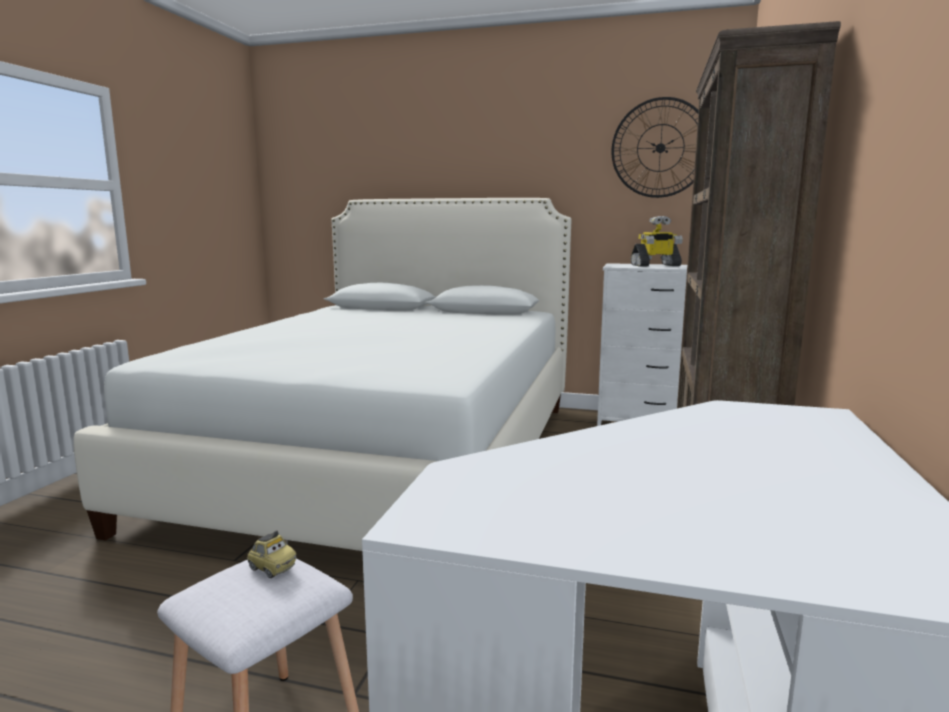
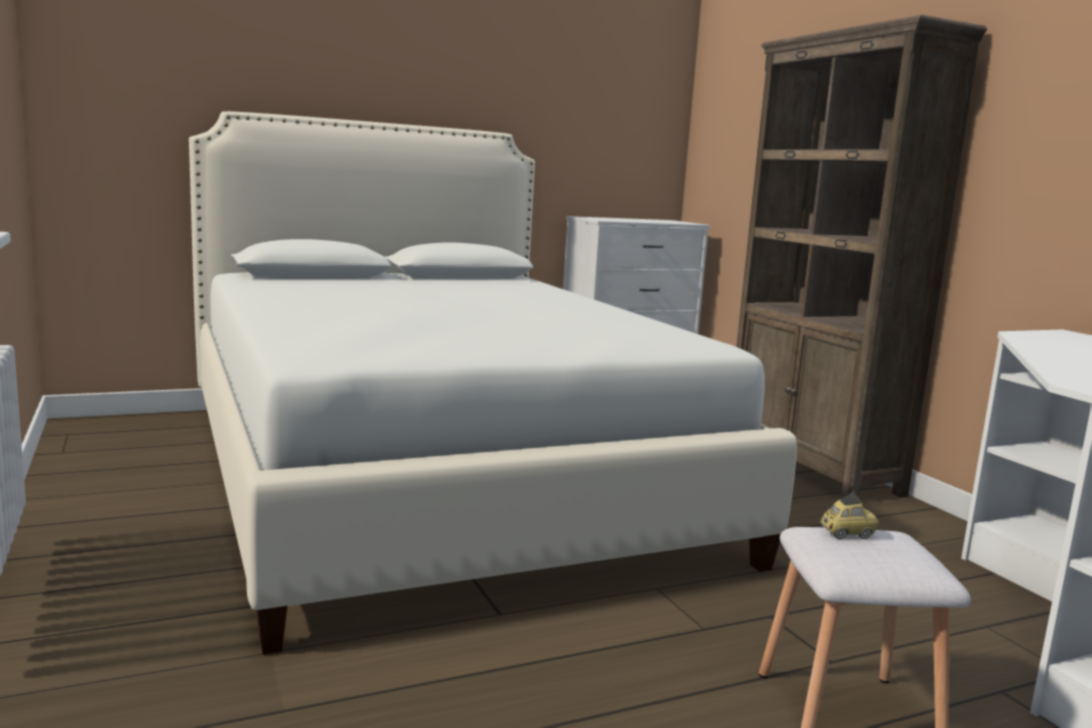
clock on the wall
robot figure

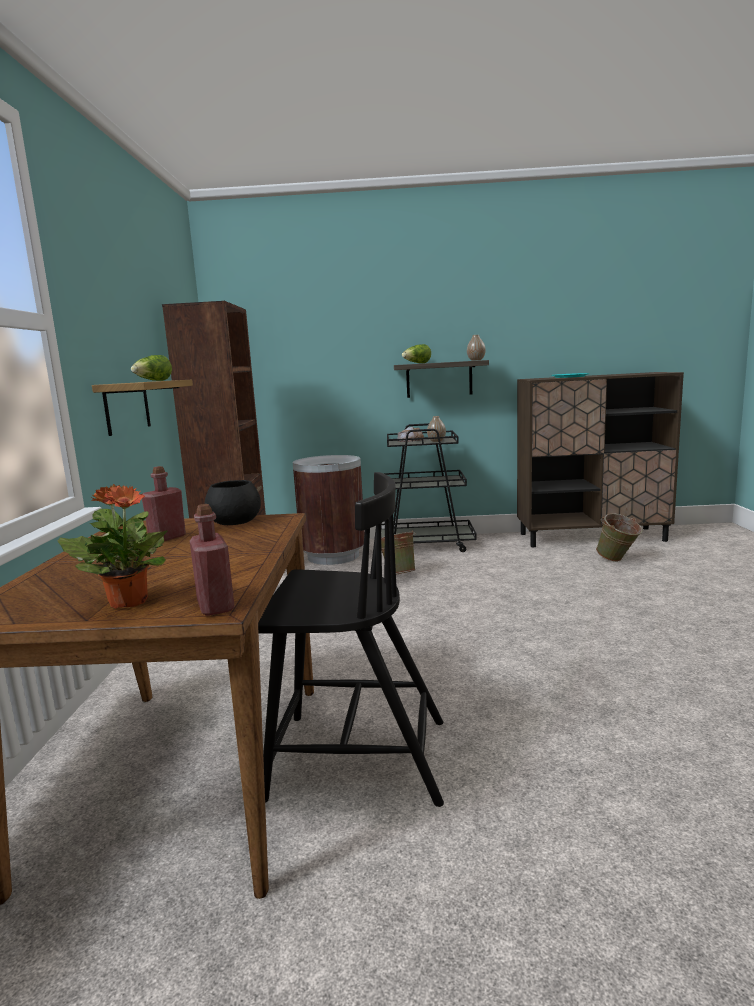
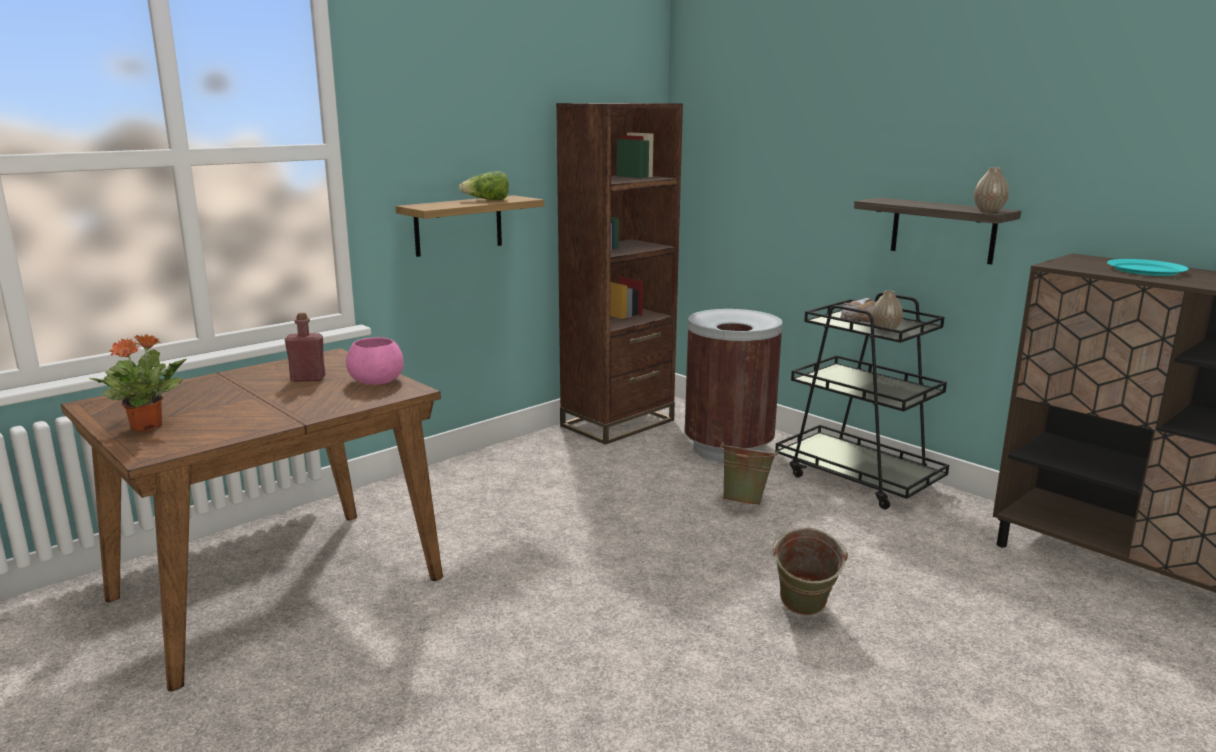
pink-coloured serving bowl
green pail (2nd from left)
red-coloured drink bottle (2nd from left in the first image)
black upright chair
lettuce (2nd from left in the first image)

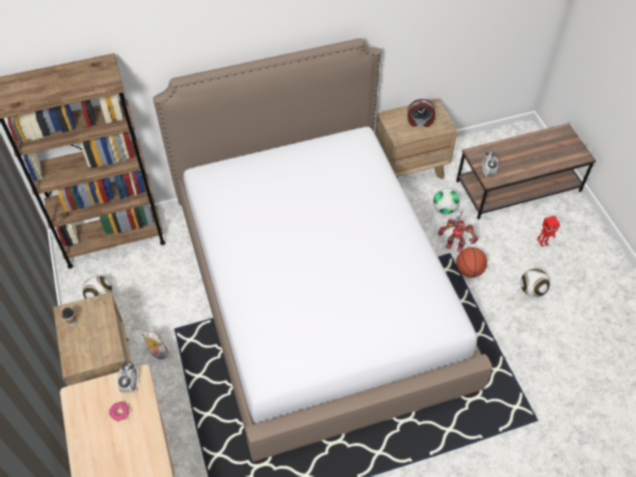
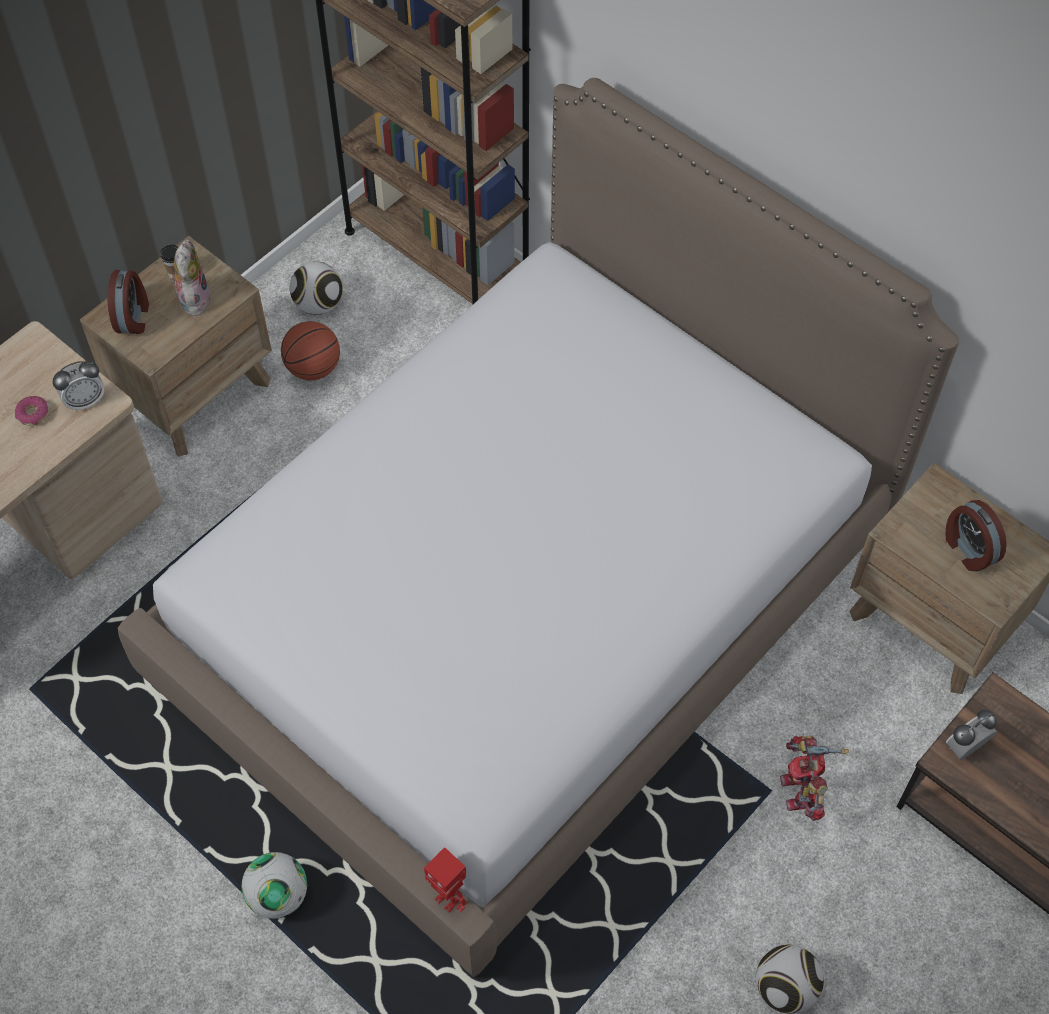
bedside clock (2nd from left)
cuddly toy
ball for football (1st from left)
ball for basketball
robot figure (1st from left)

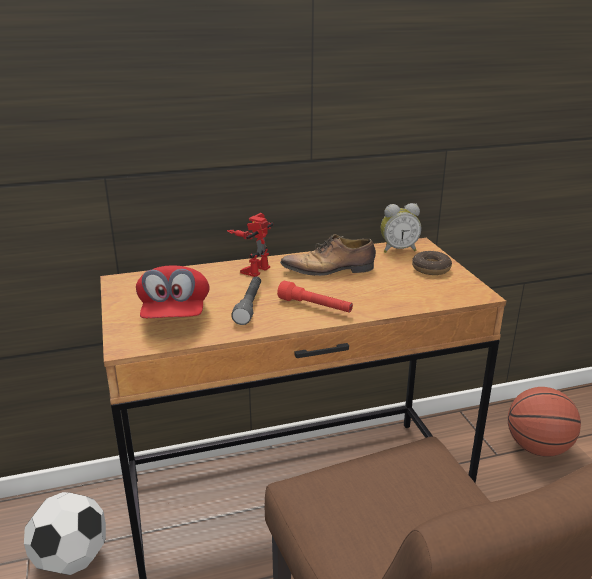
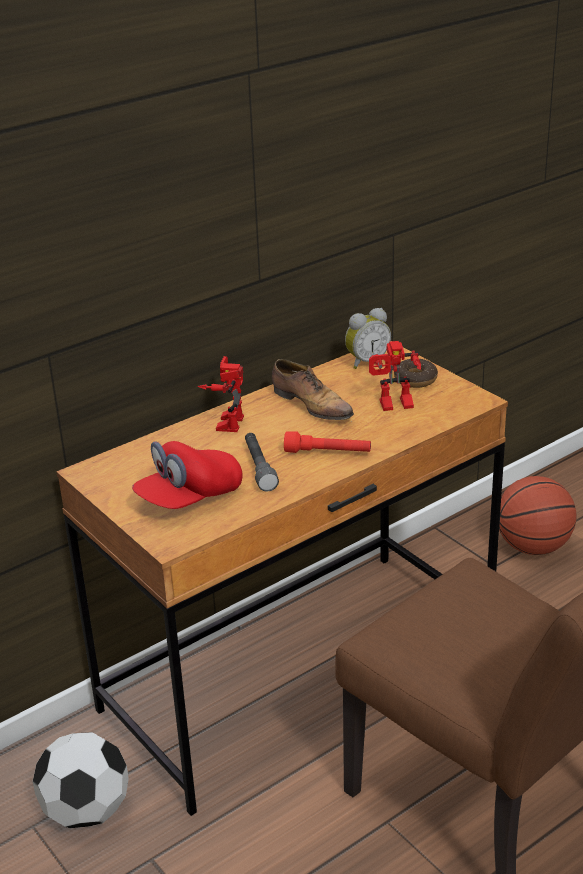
red-coloured baseball cap
low shoe
robot figure (2nd from left)

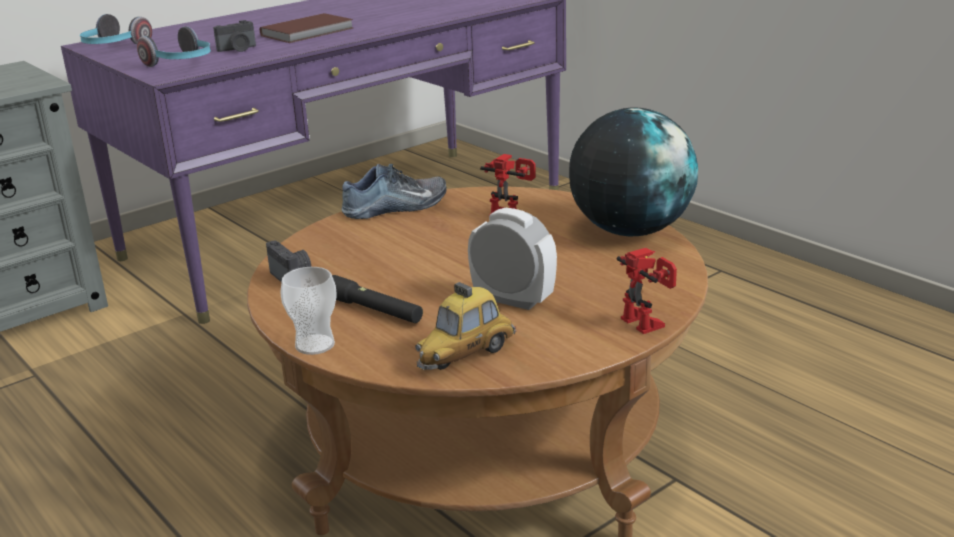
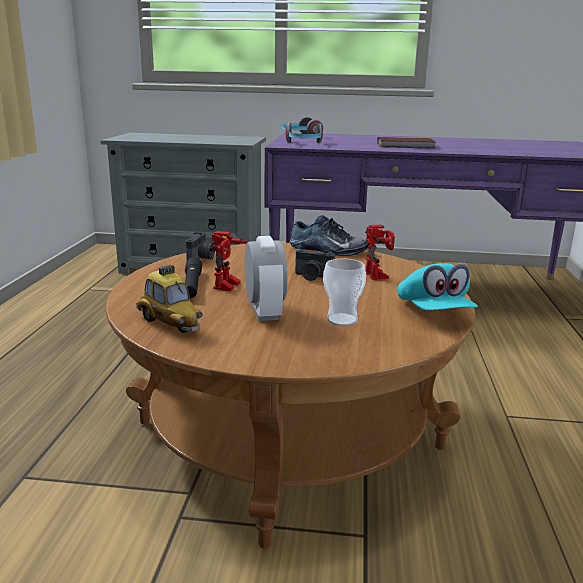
toy car
robot figure (1st from left)
photo camera (2nd from left)
small cup
turquoise baseball cap

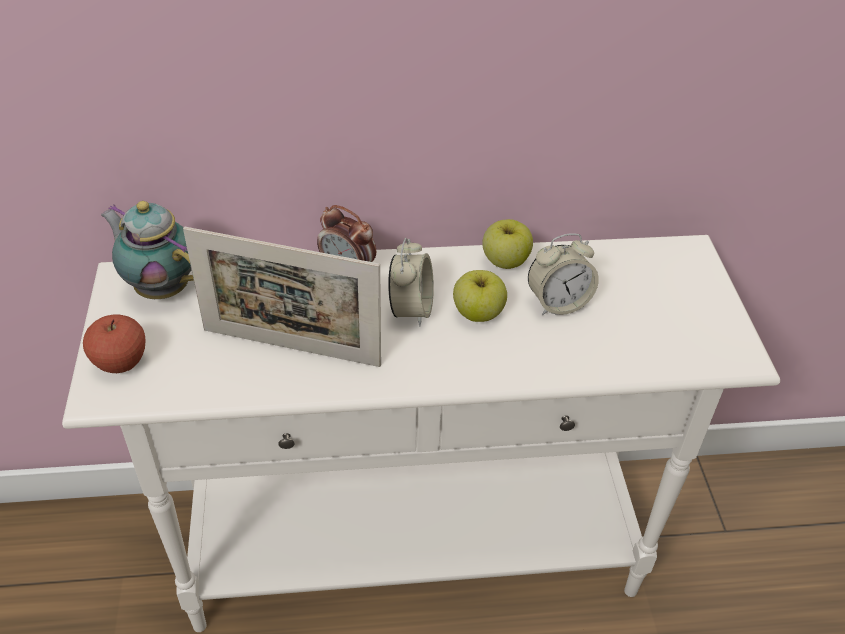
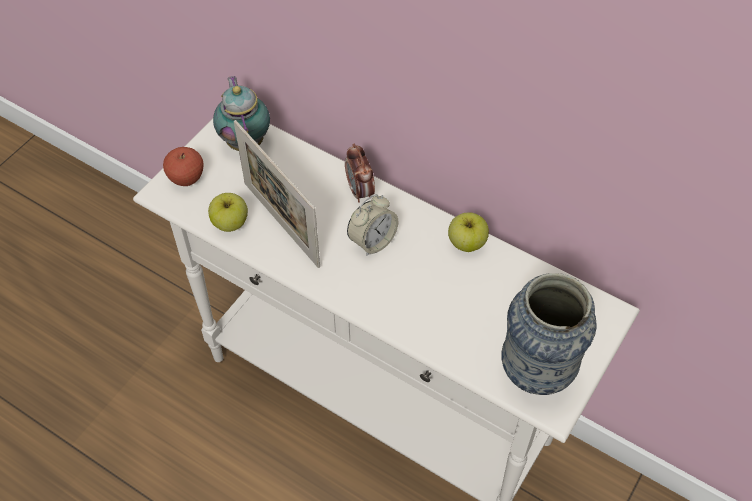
whole apple (2nd from left)
flower vase
bedside clock (3rd from left in the first image)

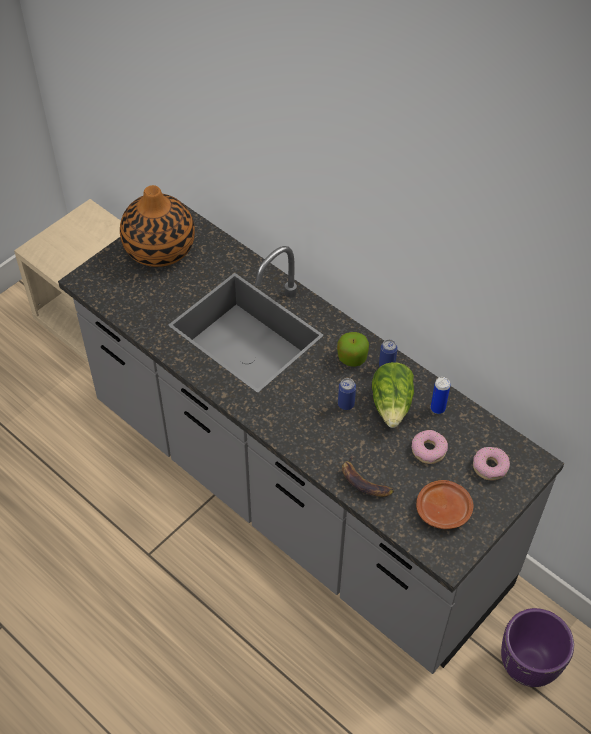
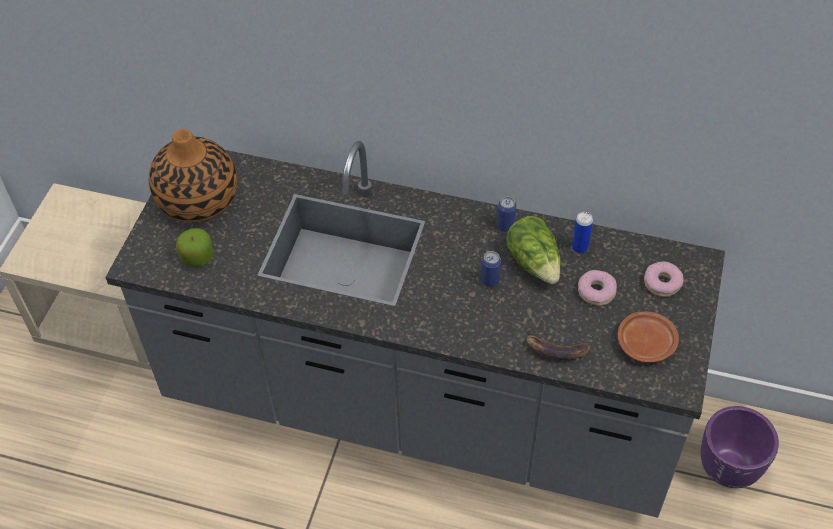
whole apple

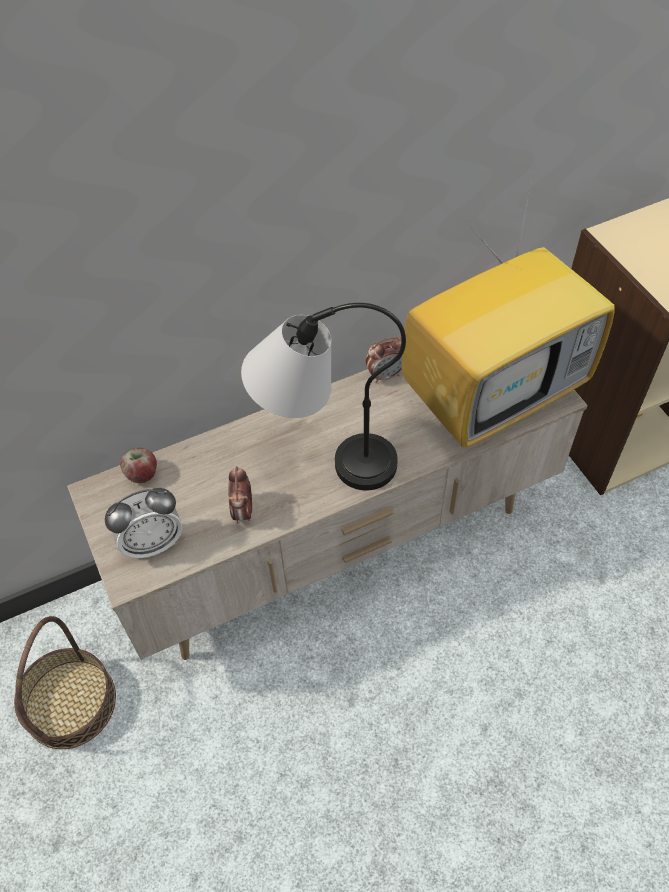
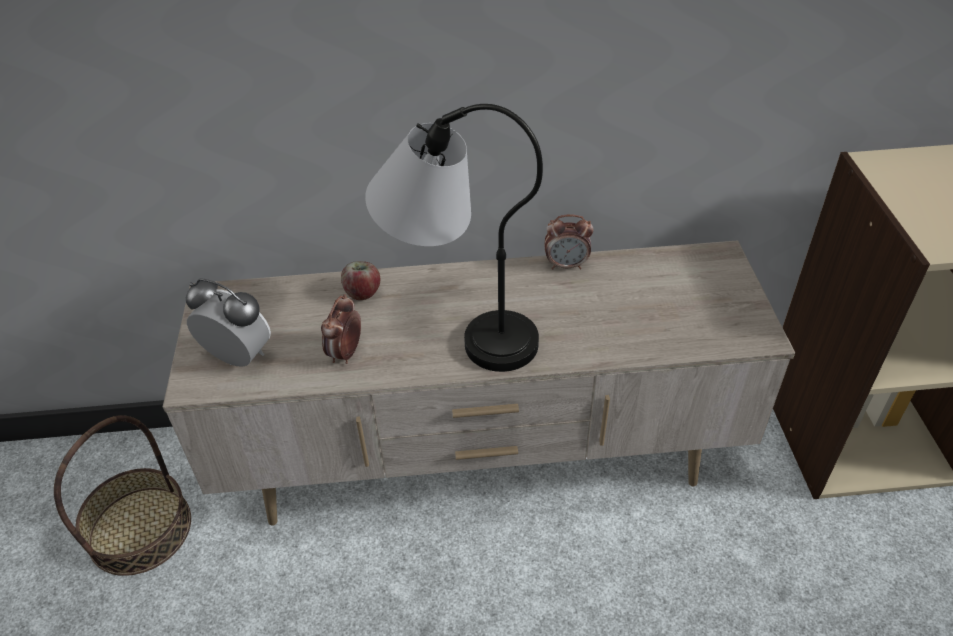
bedside clock (1st from left)
whole apple
TV set

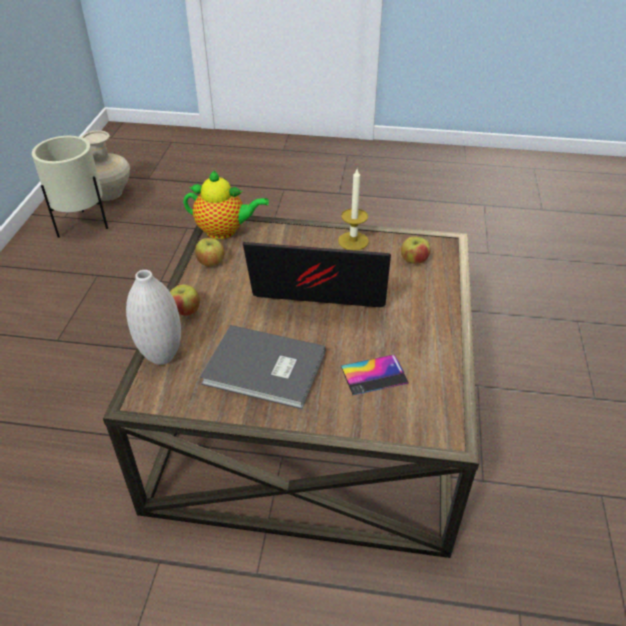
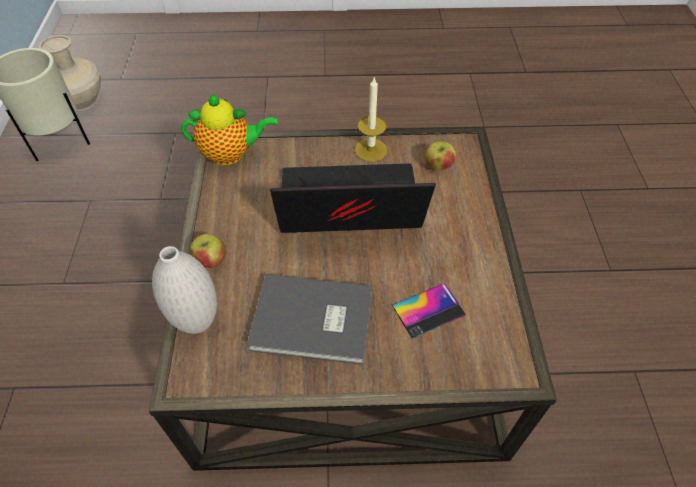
whole apple (2nd from left in the first image)

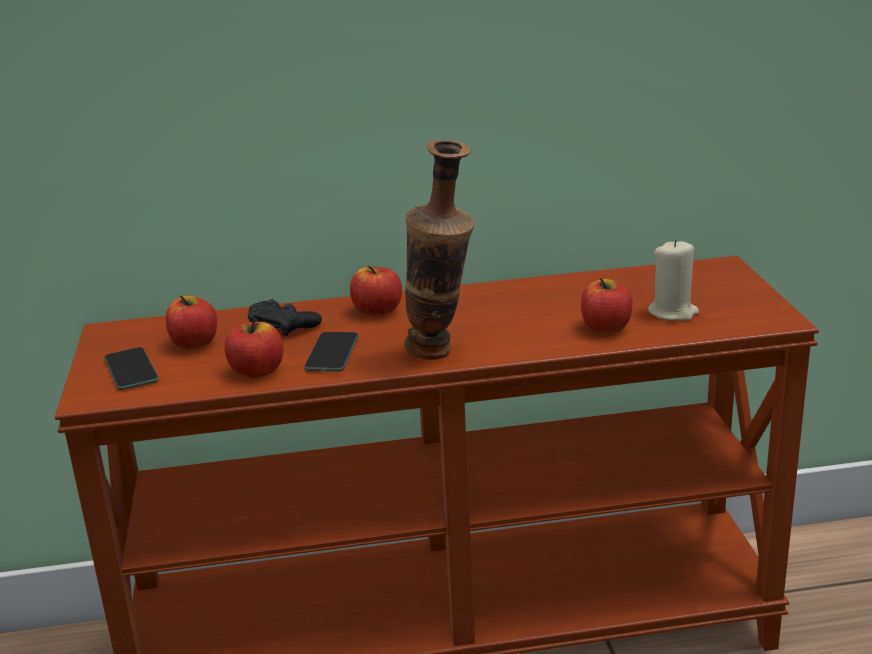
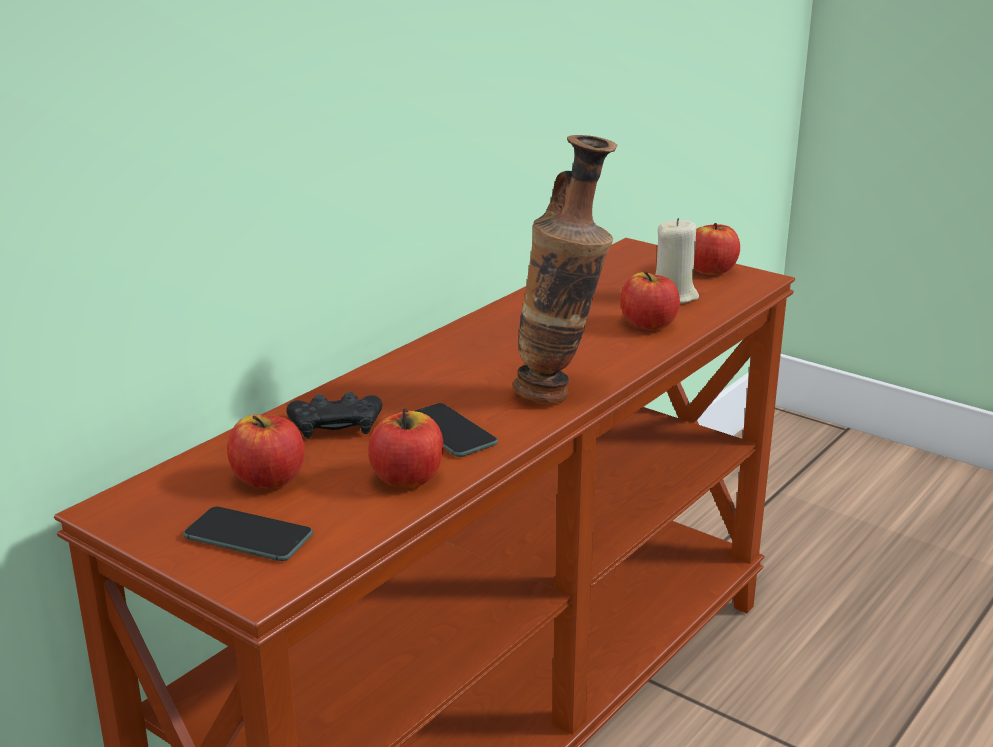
whole apple (4th from left)

